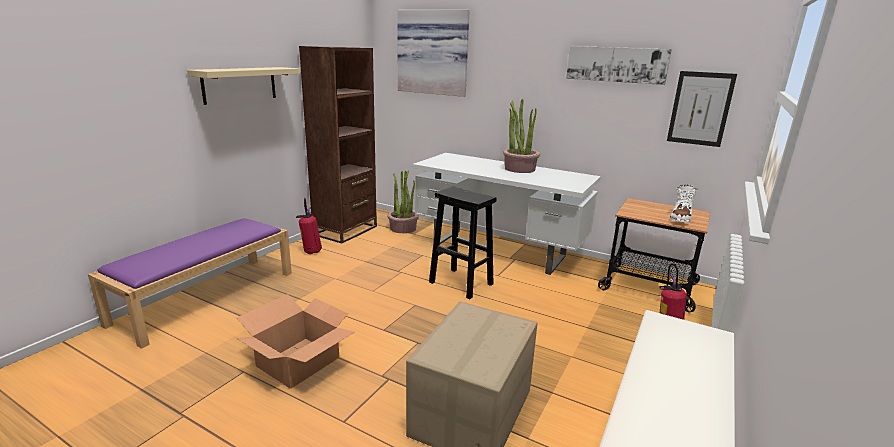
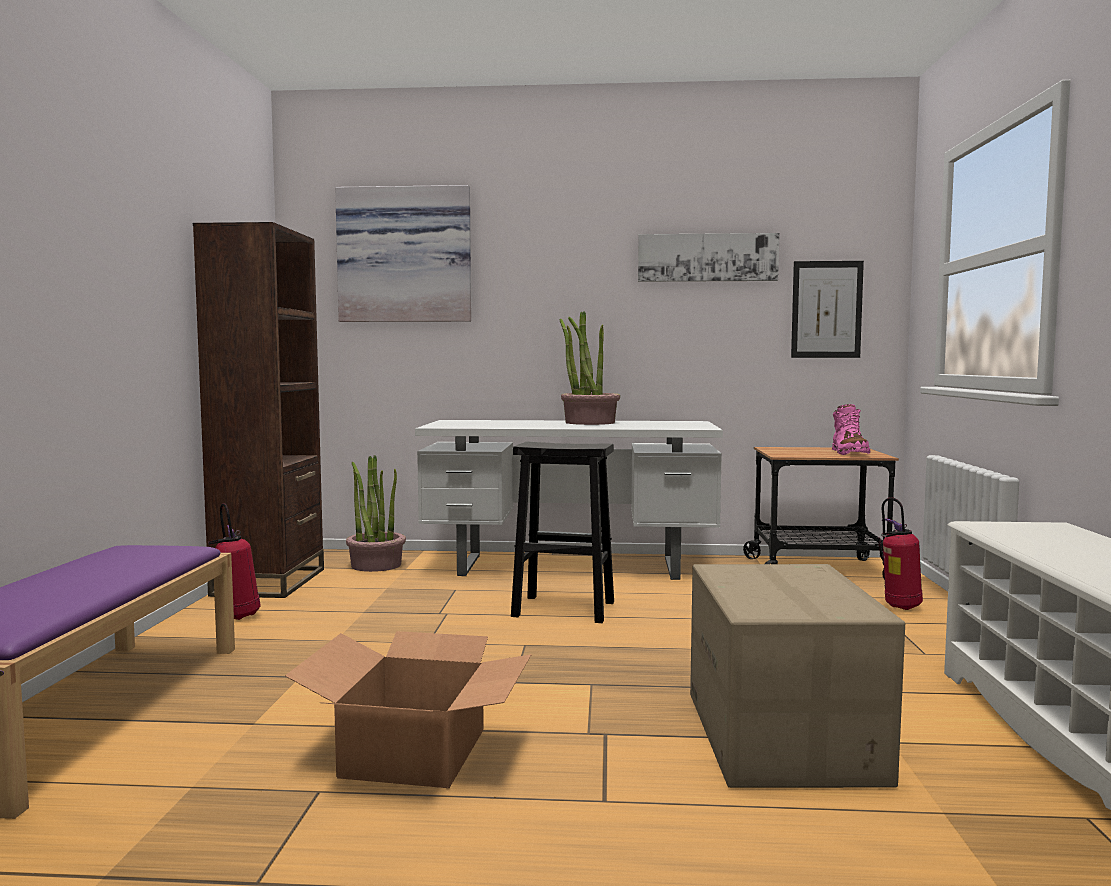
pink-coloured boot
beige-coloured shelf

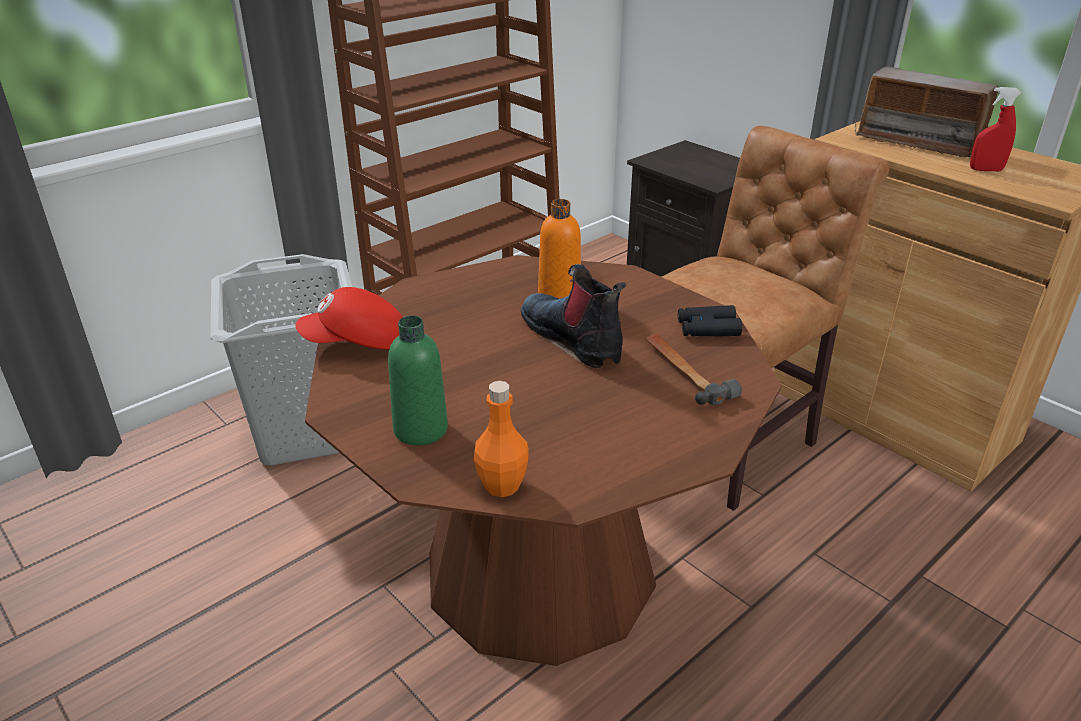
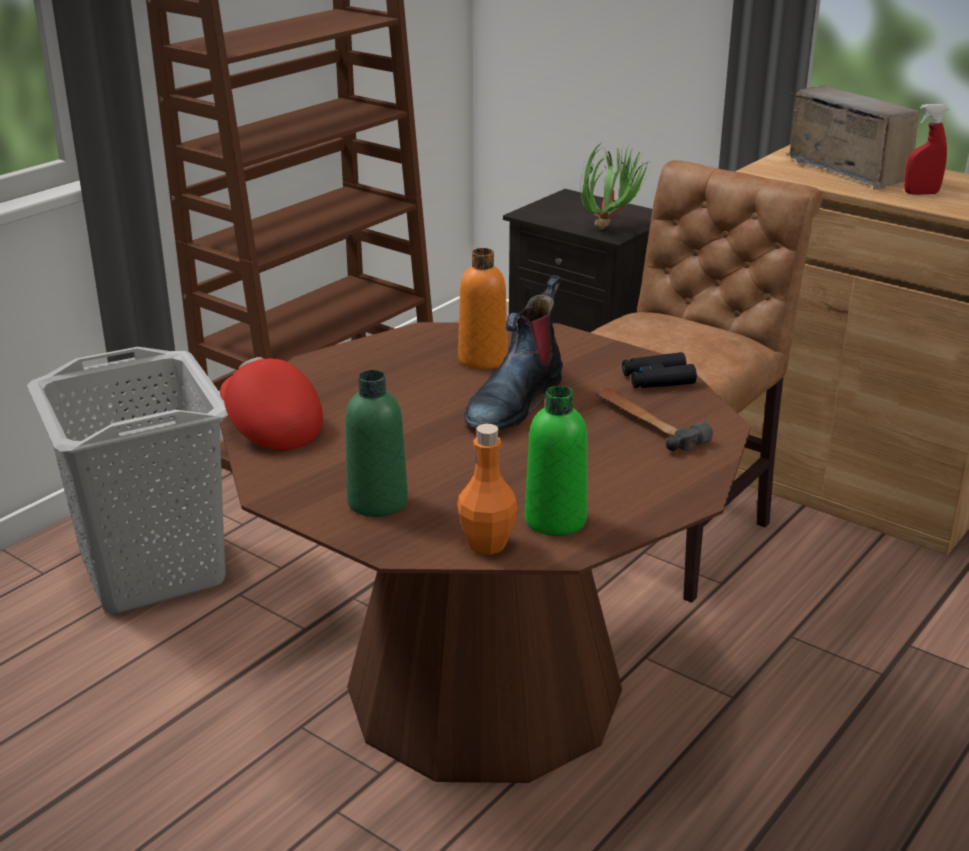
red-coloured baseball cap
boot
green drink bottle (2nd from left)
plant in a pot
radio

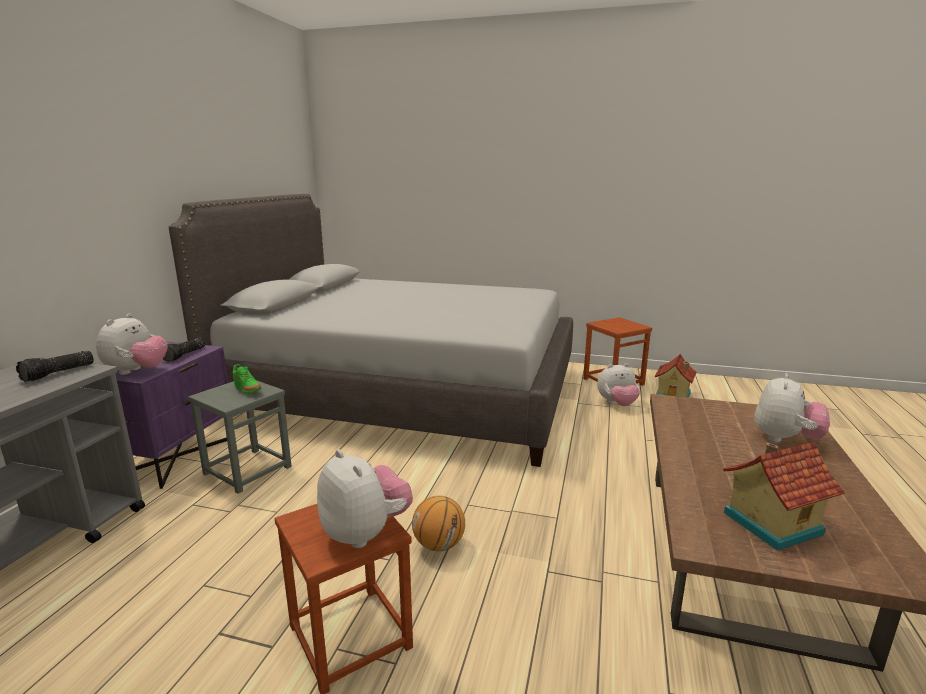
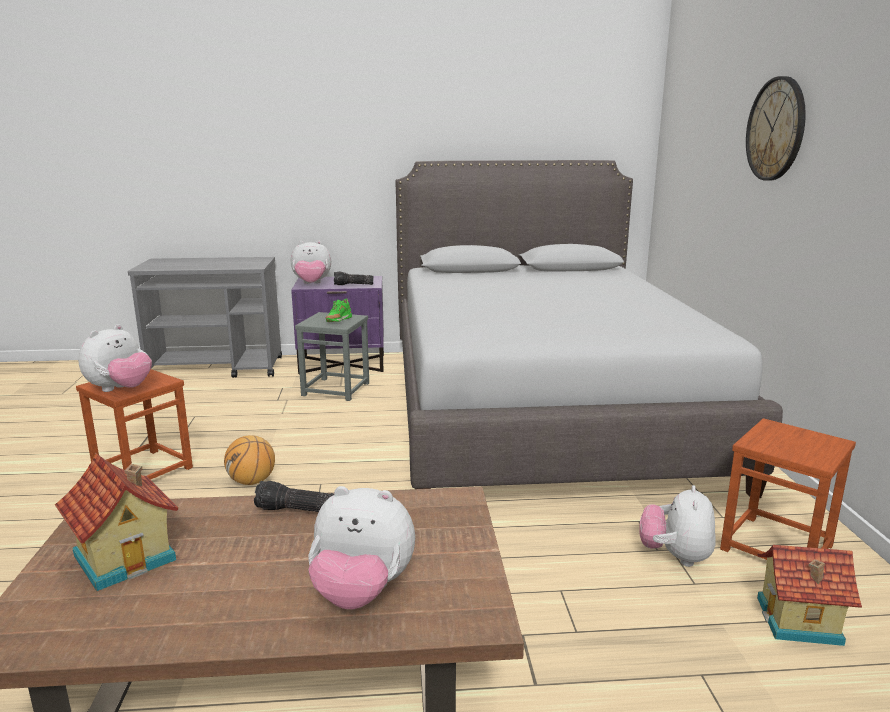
hand torch (1st from left)
cuddly toy (4th from left)
clock on the wall

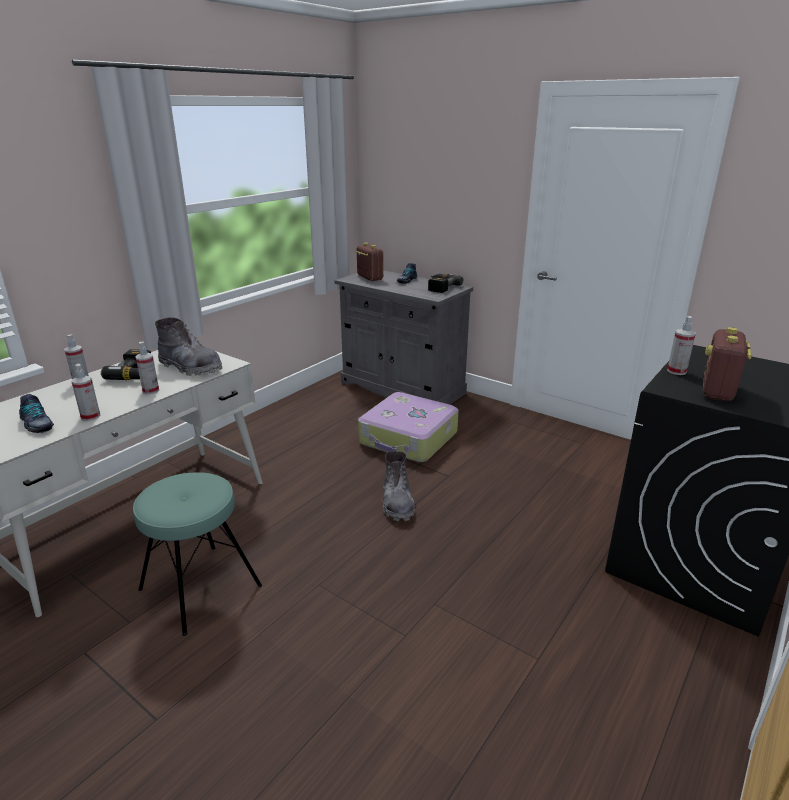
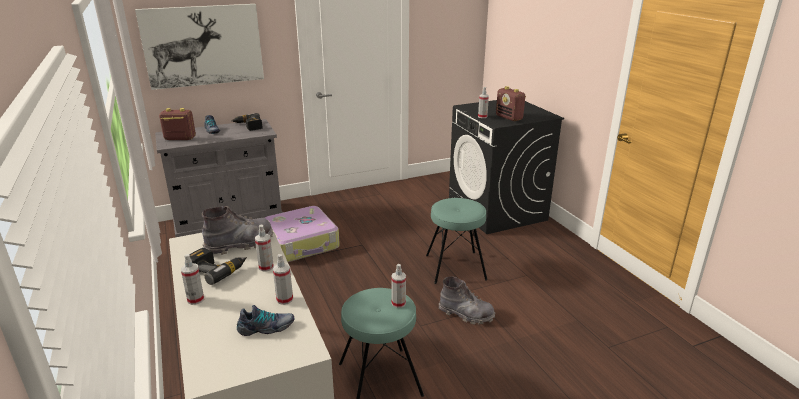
wall art
hand sprayer (4th from left)
turquoise stool seat (2nd from left)
grey boot (2nd from left)

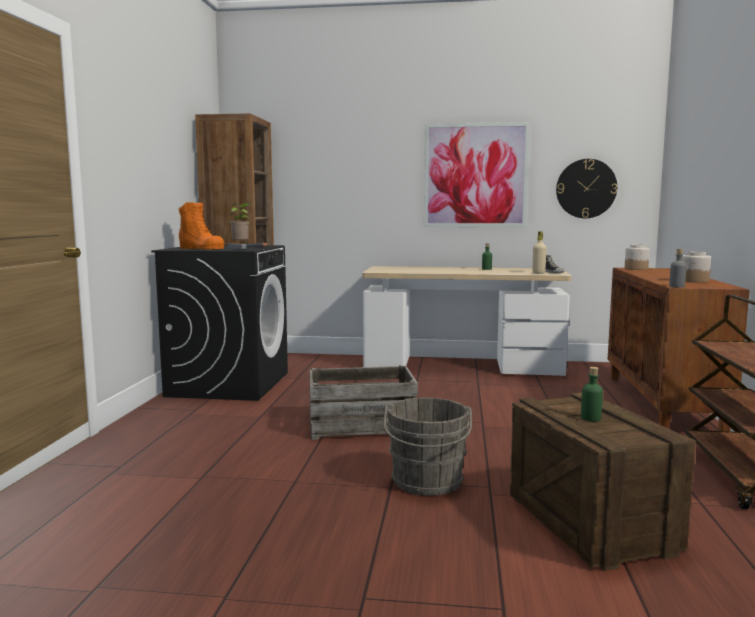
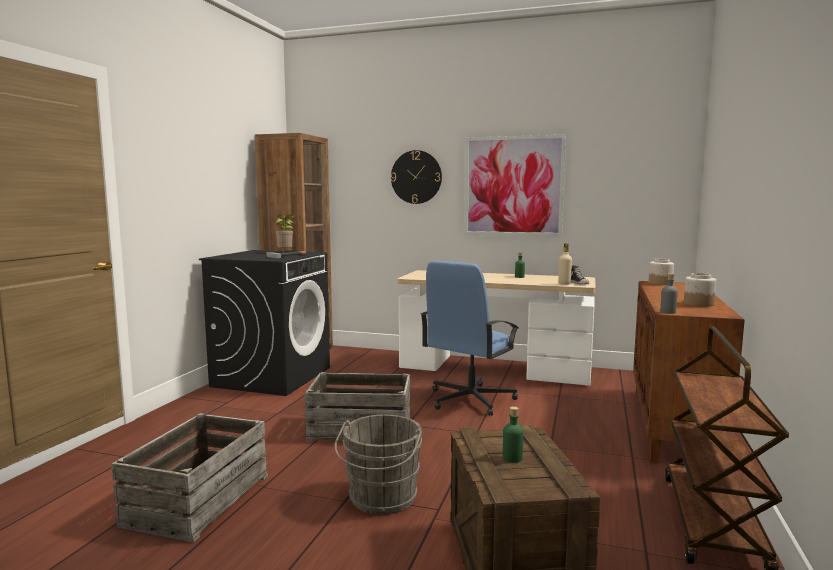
shipping crate (1st from left)
clock on the wall
bluish computer chair
orangey boot

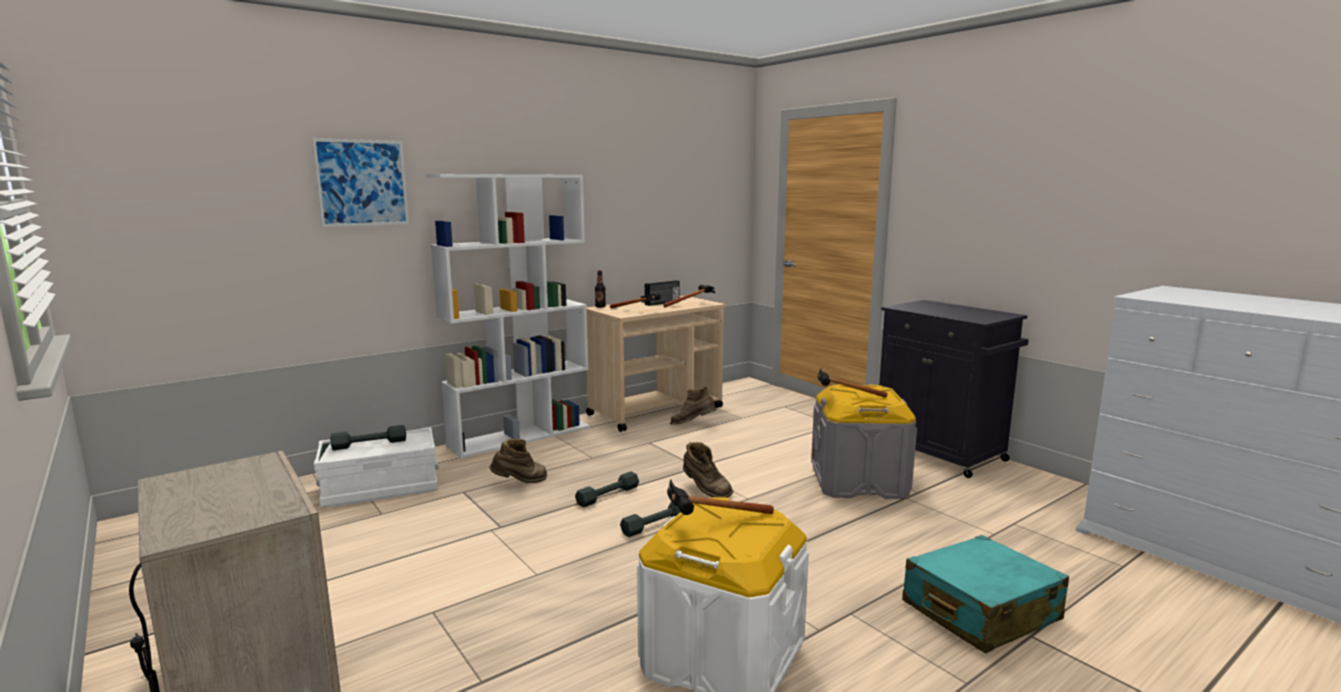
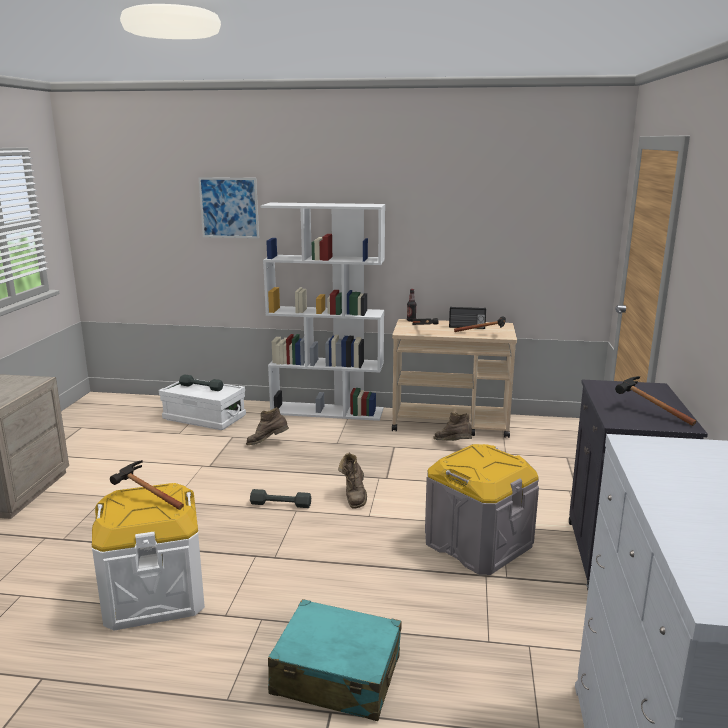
brown boot (1st from left)
hand hammer (4th from left)
grey hand weight (2nd from left in the first image)

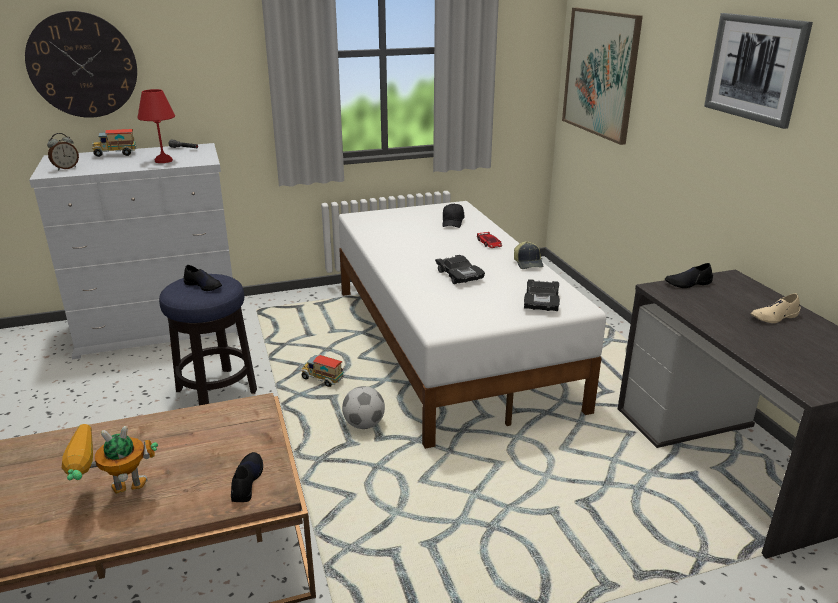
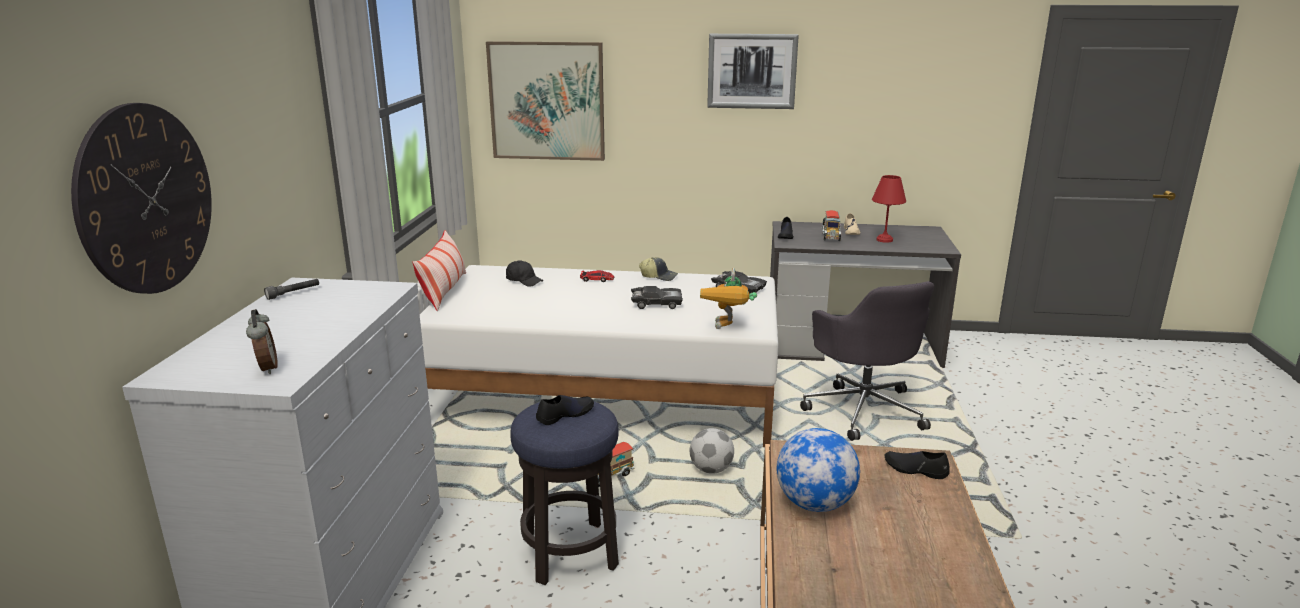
cushion
robot figure
desk globe
grey computer chair
model truck (2nd from left)
red-coloured lamp for a table

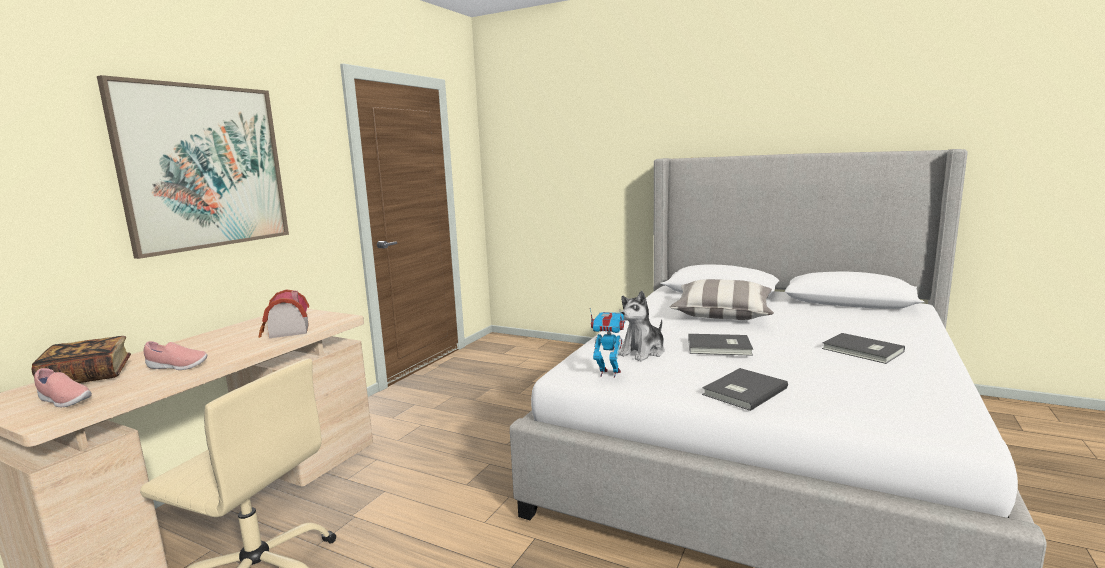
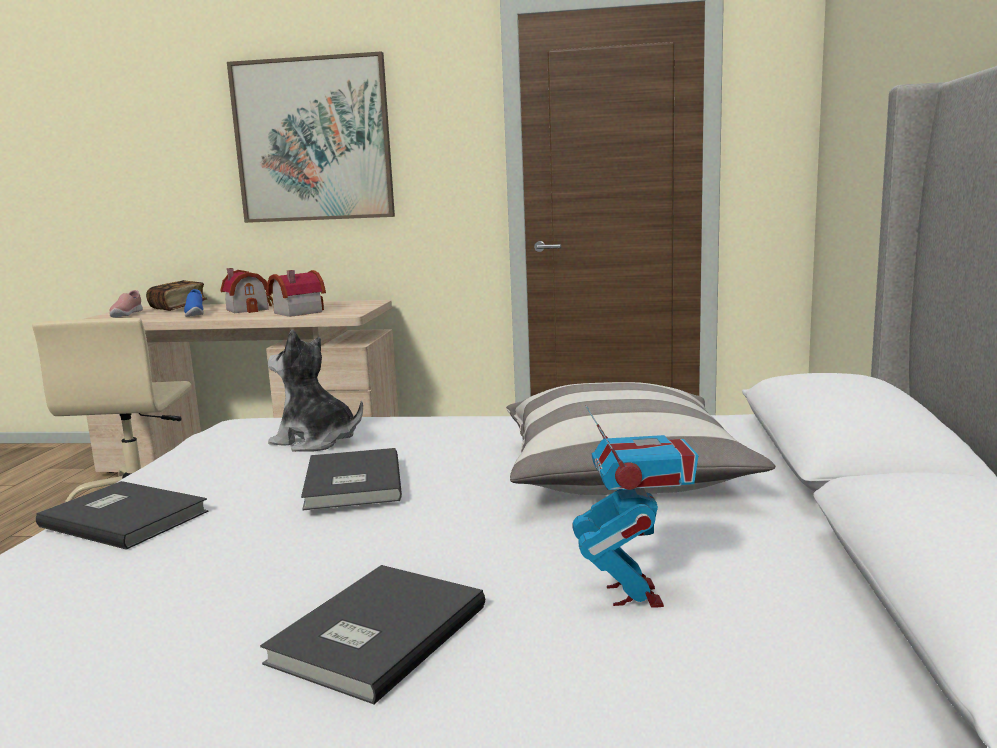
bluish low shoe
model house (1st from left)
robot figure

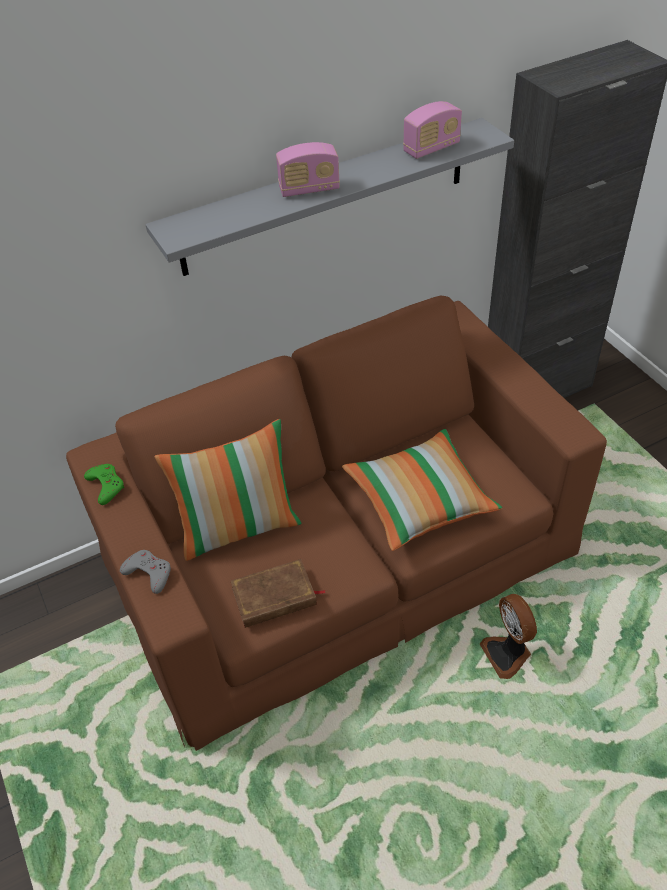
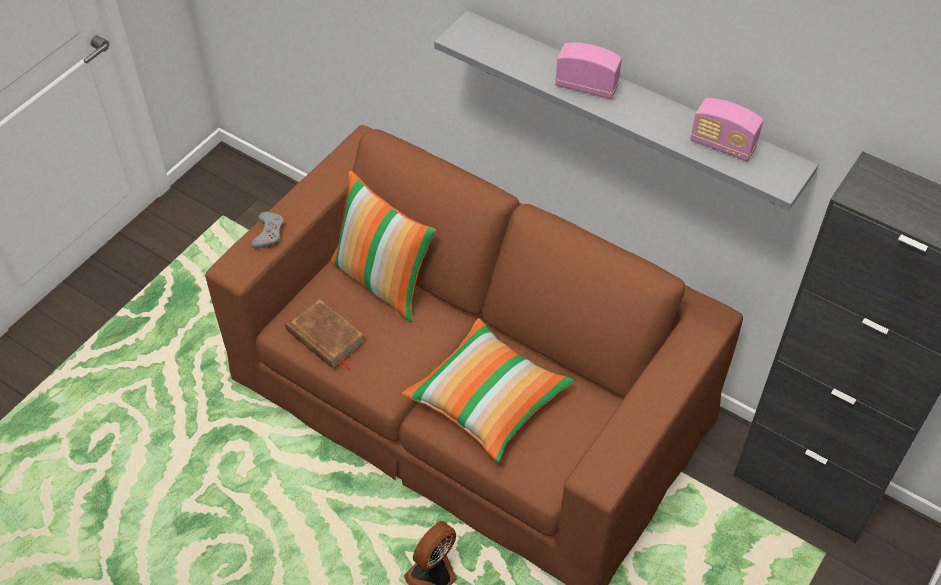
radio (1st from left)
green joypad

